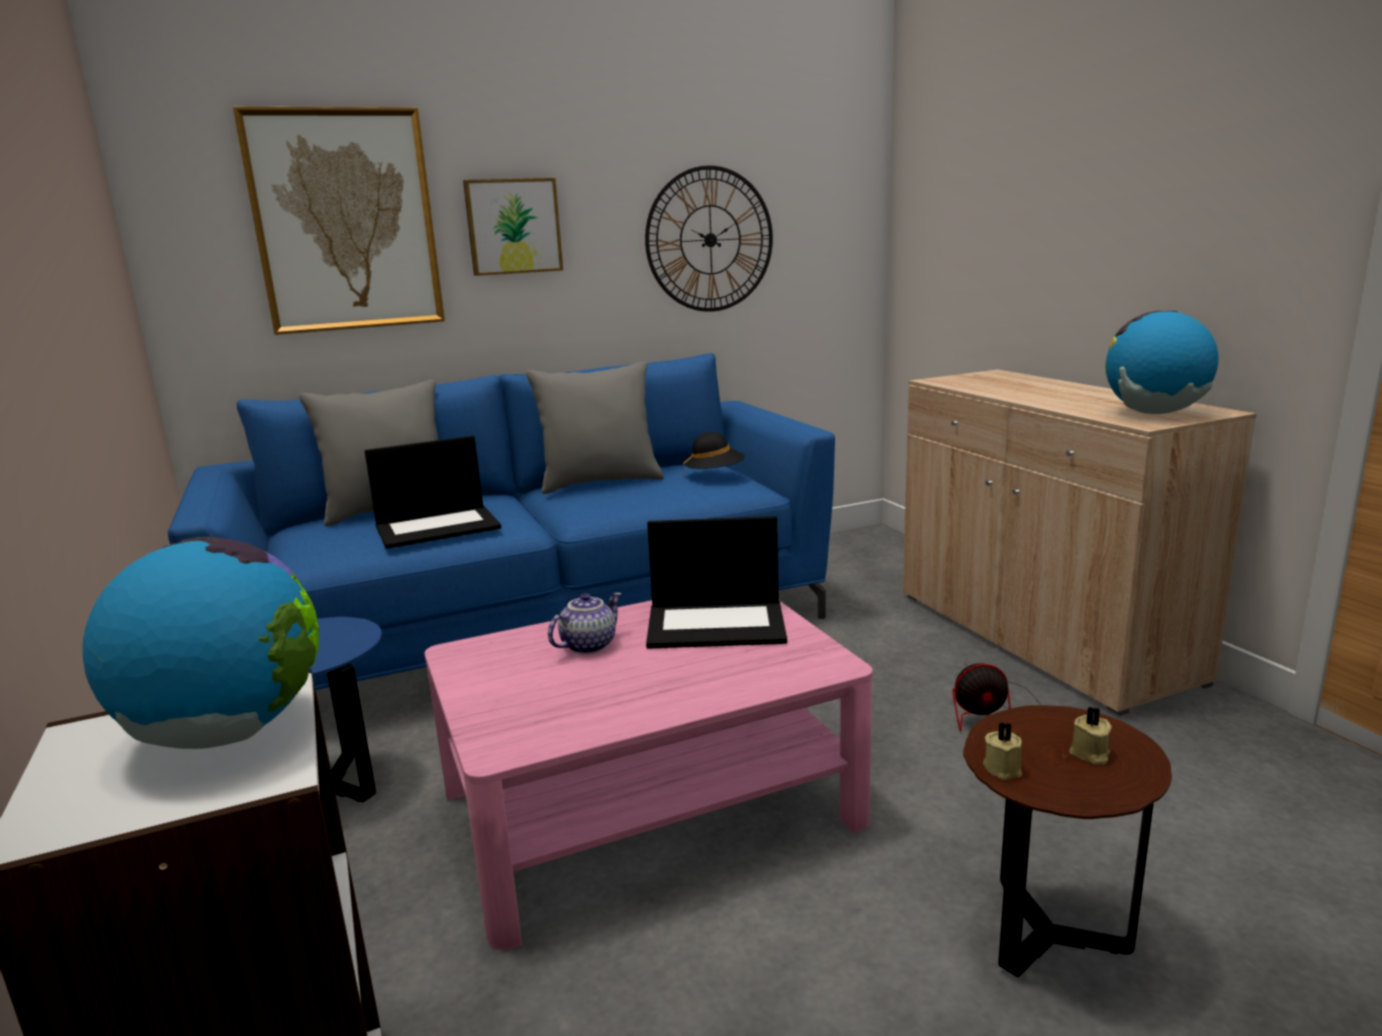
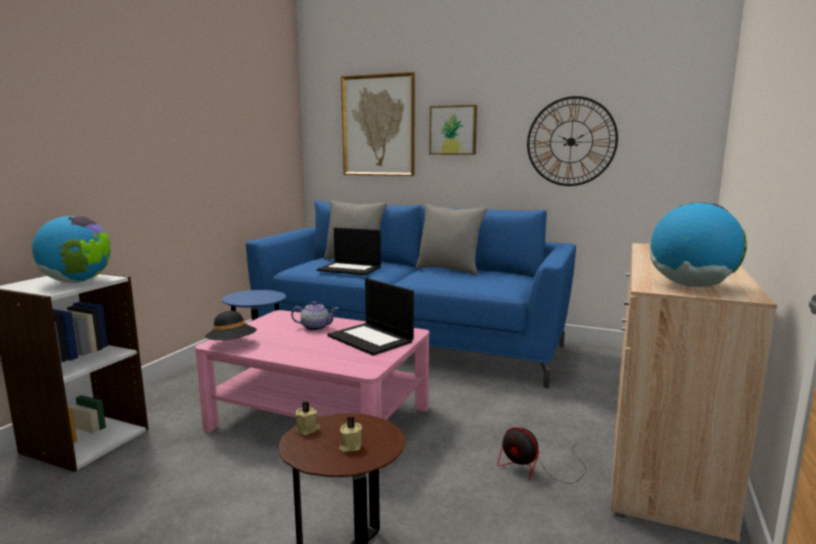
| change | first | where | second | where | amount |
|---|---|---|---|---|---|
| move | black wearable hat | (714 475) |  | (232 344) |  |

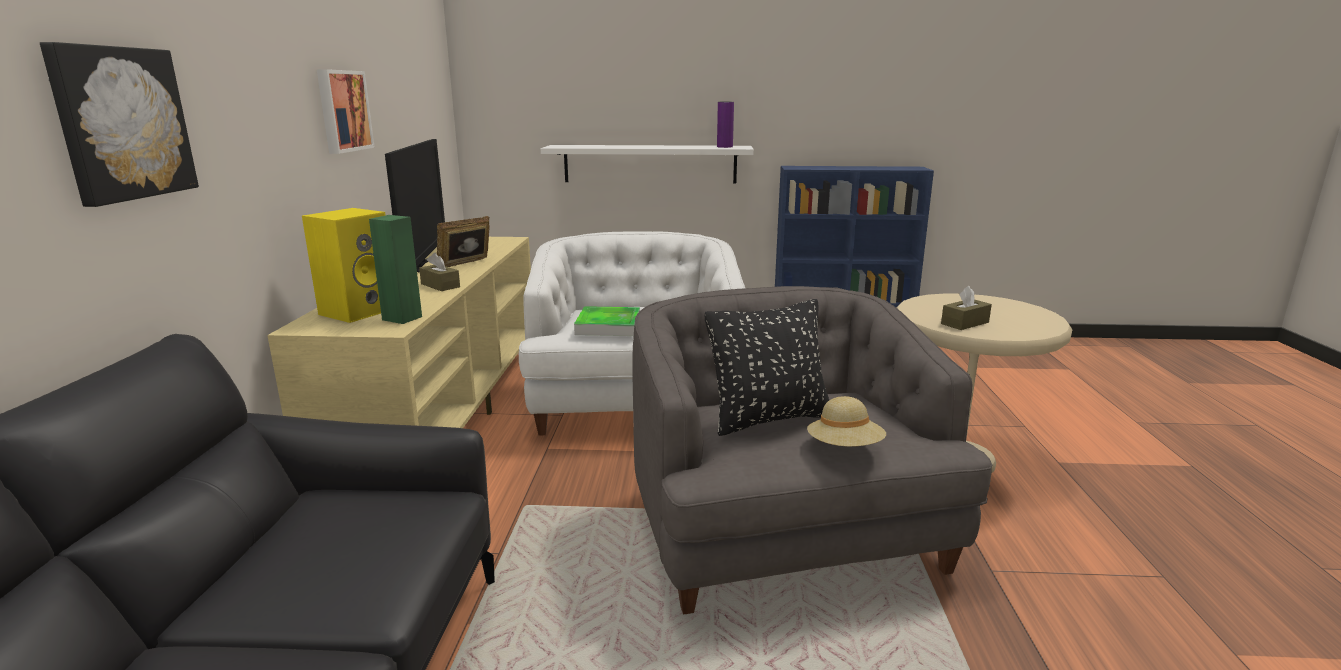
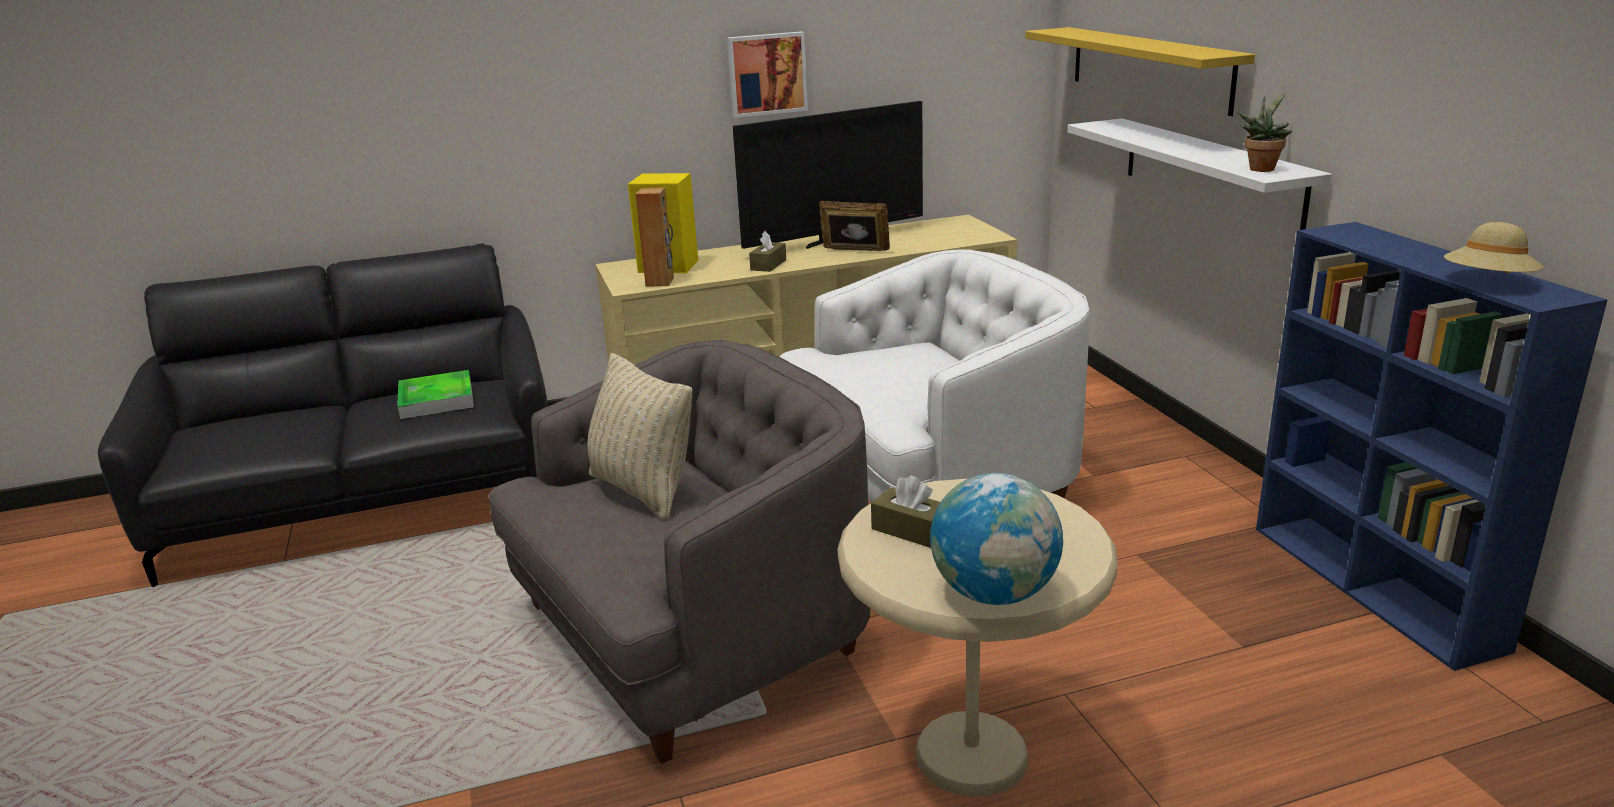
| change | first | where | second | where | amount |
|---|---|---|---|---|---|
| delete | wall art | (121 123) |  |  |  |
| replace | purplish decorative vase | (724 147) | potted plant | (1261 168) |  |
| recolor | greenish loudspeaker | (402 318) | brown loudspeaker | (660 282) |  |
| recolor | black pillow | (768 419) | beige pillow | (643 490) |  |
| move | serving tray | (608 326) |  | (436 399) |  |
| move | beige wearable hat | (844 448) |  | (1488 282) |  |
| insert |  |  | yellowish wall shelf | (1148 68) |  |
| insert |  |  | globe | (994 593) |  |

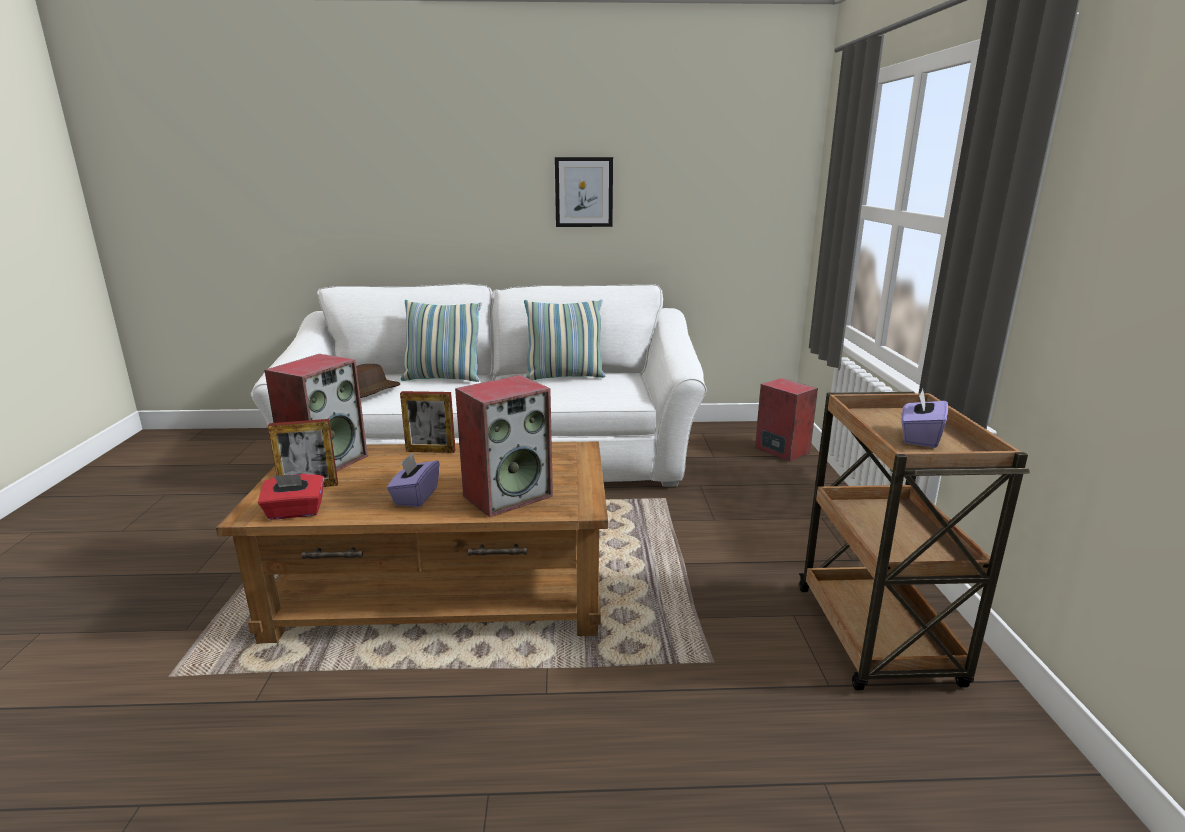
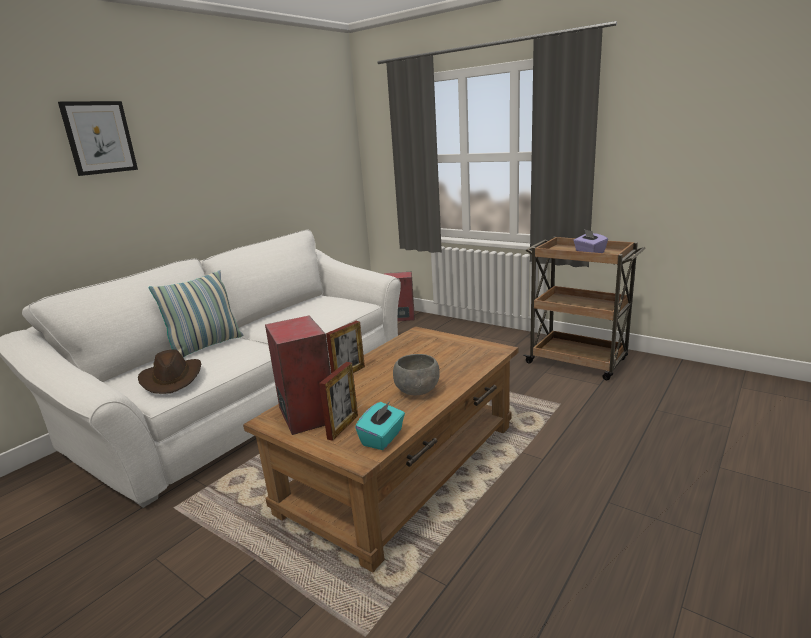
| change | first | where | second | where | amount |
|---|---|---|---|---|---|
| move | wall art | (584 192) |  | (99 137) |  |
| delete | pillow | (564 377) |  |  |  |
| delete | loudspeaker | (508 495) |  |  |  |
| replace | purplish box of tissues | (415 496) | greyish deep dish | (417 391) |  |
| recolor | reddish box of tissues | (295 512) | turquoise box of tissues | (382 438) |  |

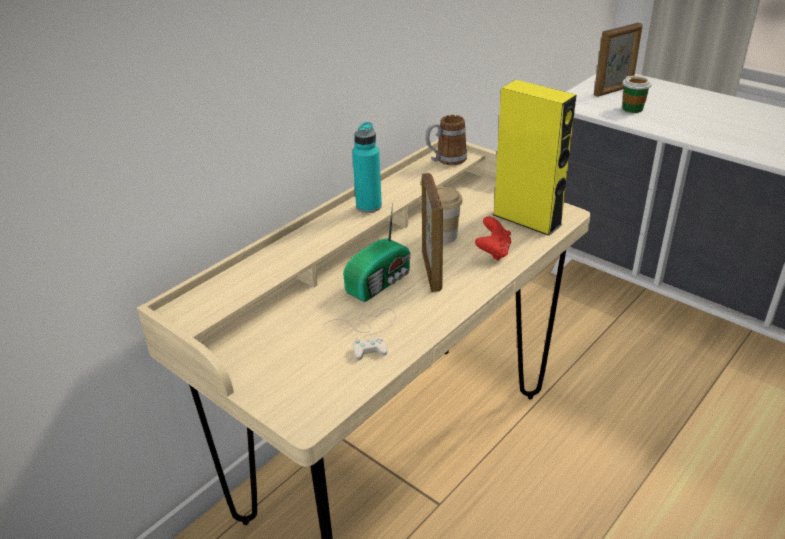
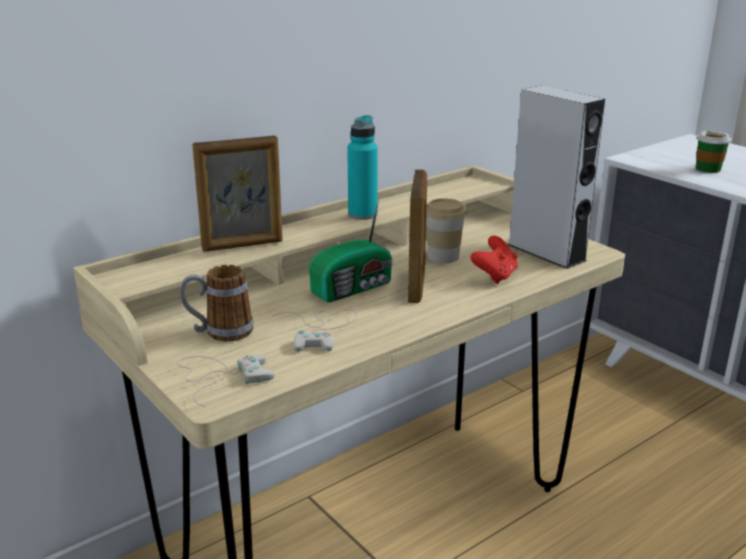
| change | first | where | second | where | amount |
|---|---|---|---|---|---|
| move | standing frame | (613 91) |  | (243 245) |  |
| recolor | yellowish loudspeaker | (527 219) | greyish loudspeaker | (546 252) |  |
| move | tea mug | (446 160) |  | (219 332) |  |
| insert |  |  | whitish joypad | (220 376) |  |

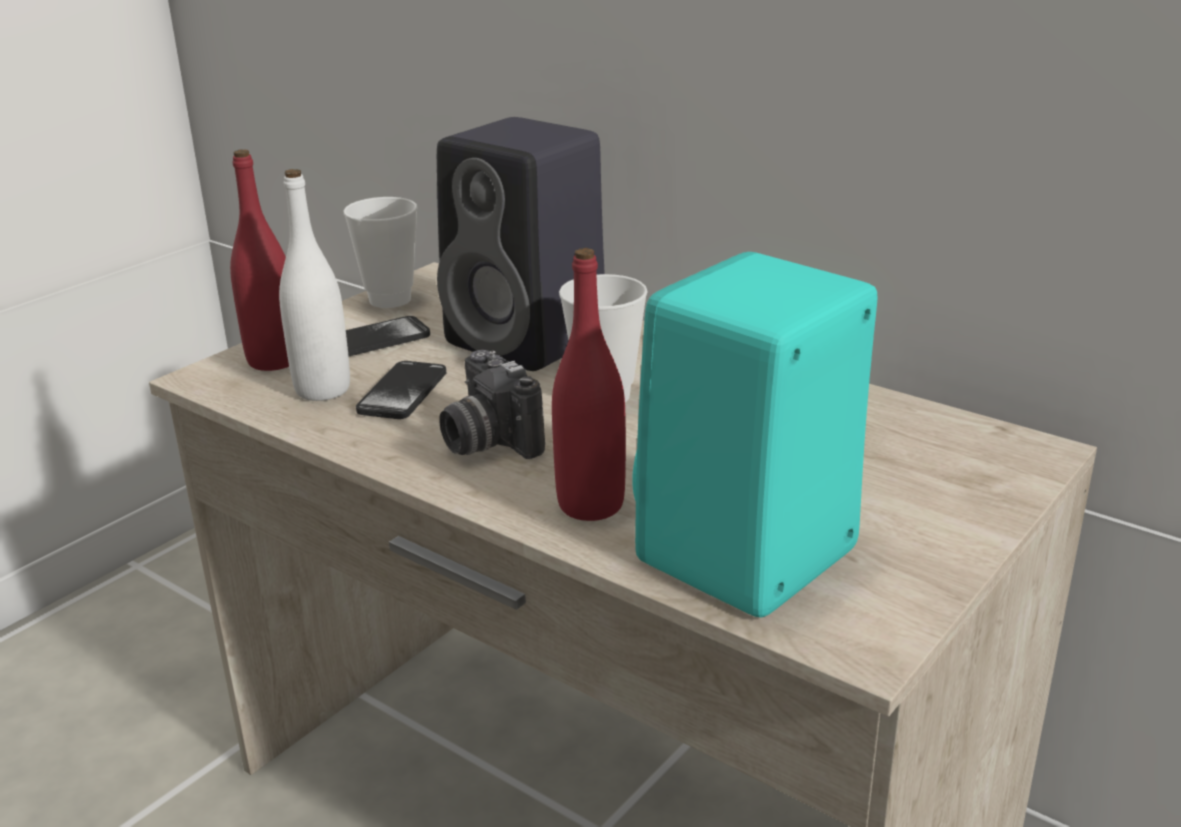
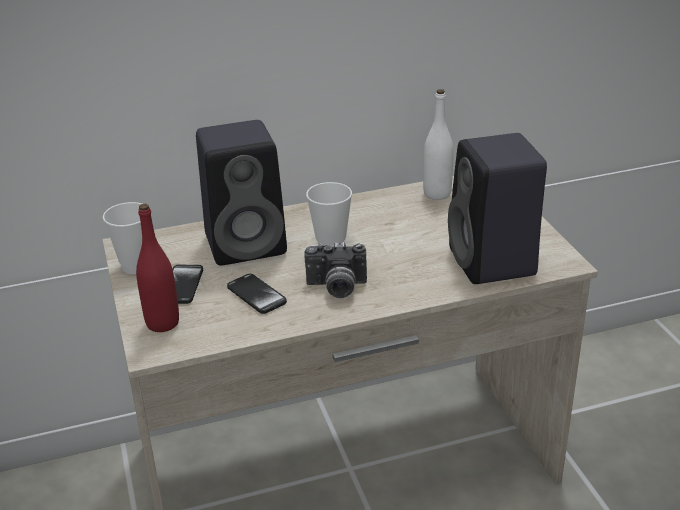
| change | first | where | second | where | amount |
|---|---|---|---|---|---|
| move | whitish drink bottle | (322 390) |  | (437 194) |  |
| delete | reddish drink bottle | (590 505) |  |  |  |
| recolor | turquoise loudspeaker | (744 559) | black loudspeaker | (494 263) |  |

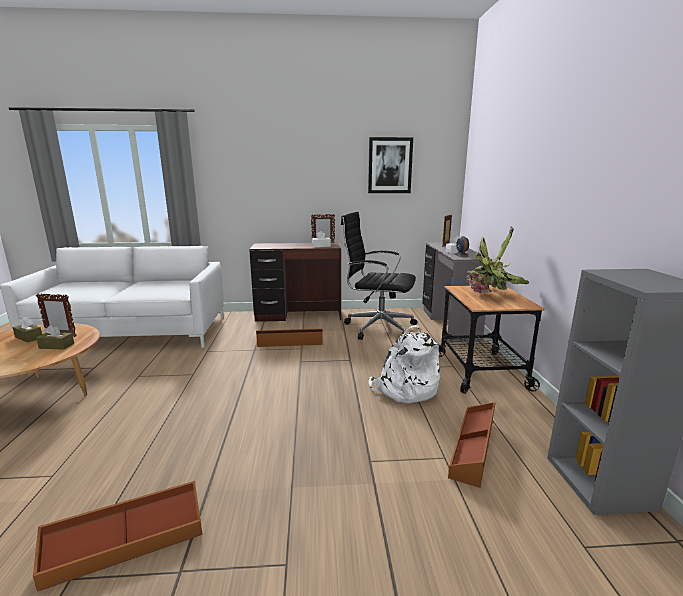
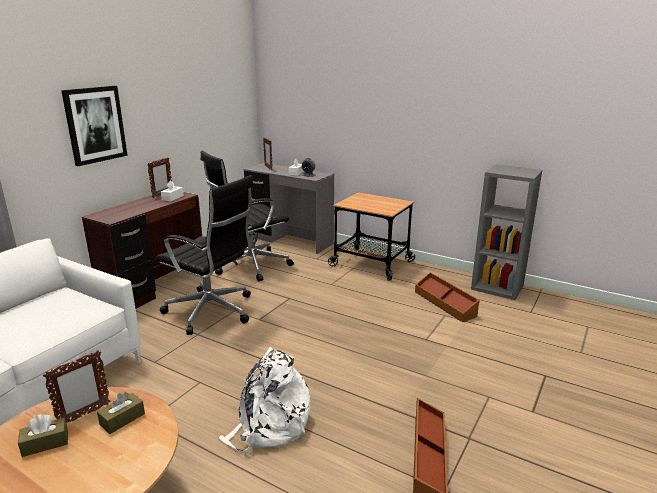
| change | first | where | second | where | amount |
|---|---|---|---|---|---|
| move | wall art | (390 165) |  | (95 125) |  |
| delete | potted plant | (491 295) |  |  |  |
| move | whitish rucksack | (404 389) |  | (269 426) |  |
| replace | brown storage container | (290 342) | black desk chair | (212 312) |  |

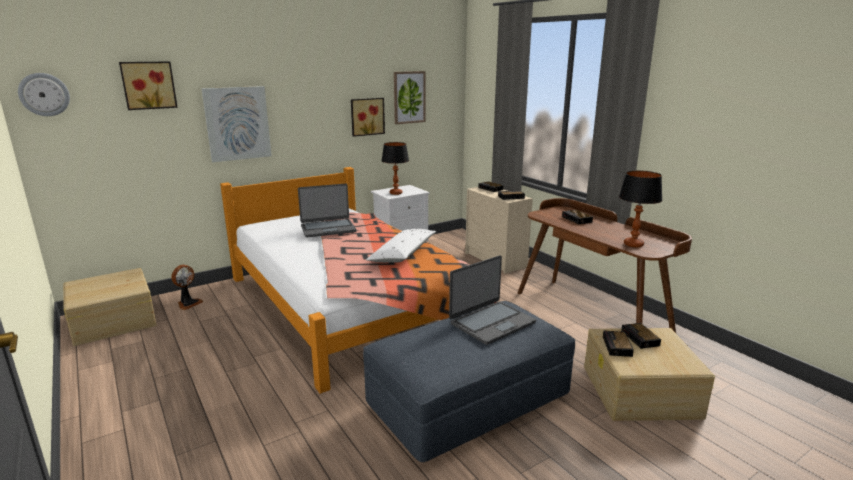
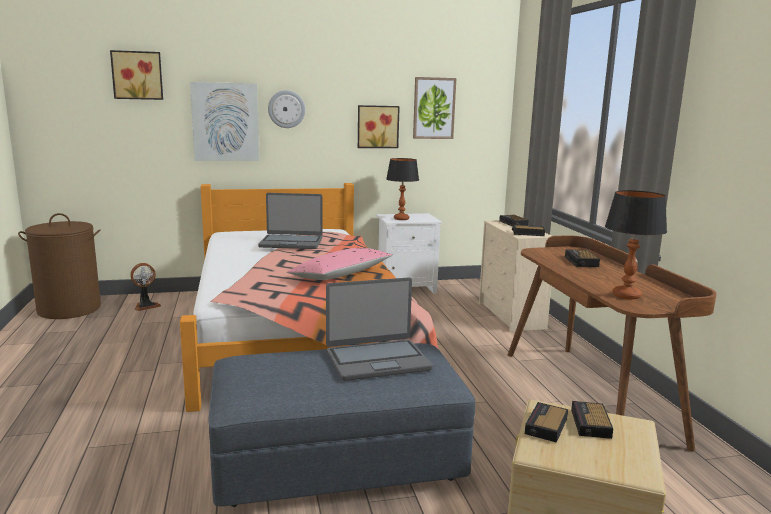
| change | first | where | second | where | amount |
|---|---|---|---|---|---|
| move | wall clock | (44 94) |  | (286 109) |  |
| recolor | whitish pillow | (403 254) | pink-coloured pillow | (341 275) |  |
| replace | beige storage container | (112 321) | brown washing basket | (69 309) |  |

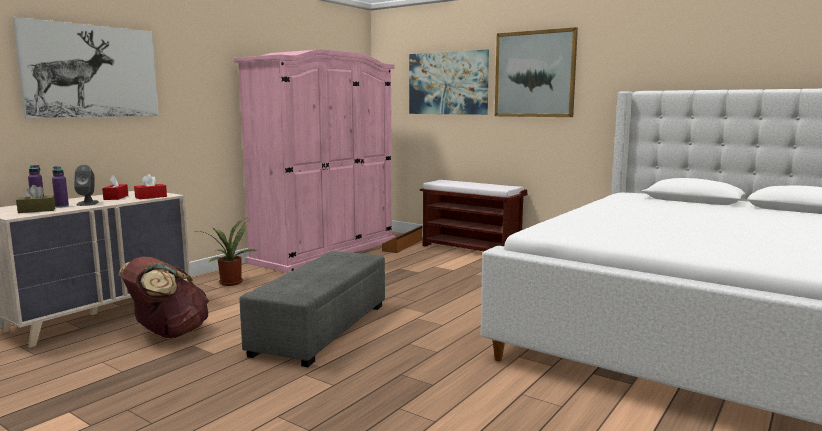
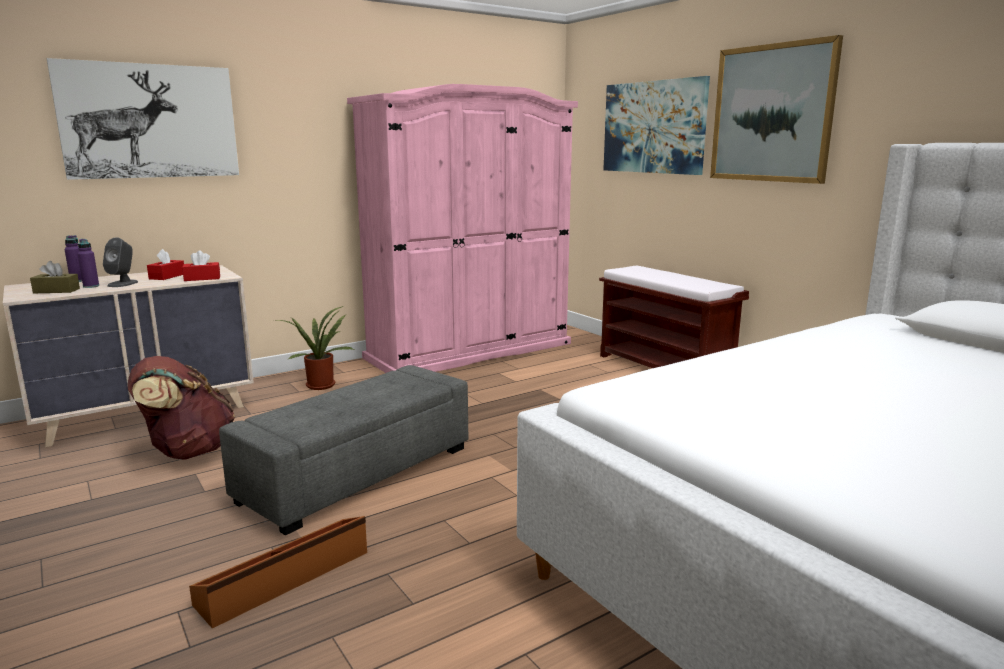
| change | first | where | second | where | amount |
|---|---|---|---|---|---|
| move | brown storage container | (403 245) |  | (286 578) |  |

